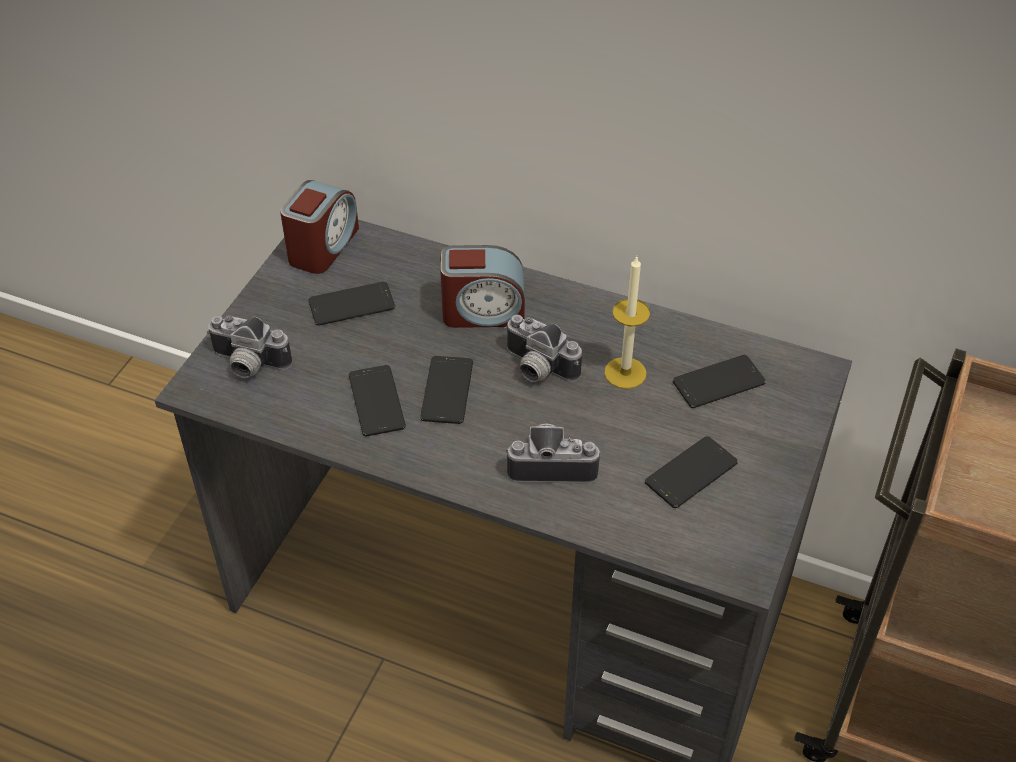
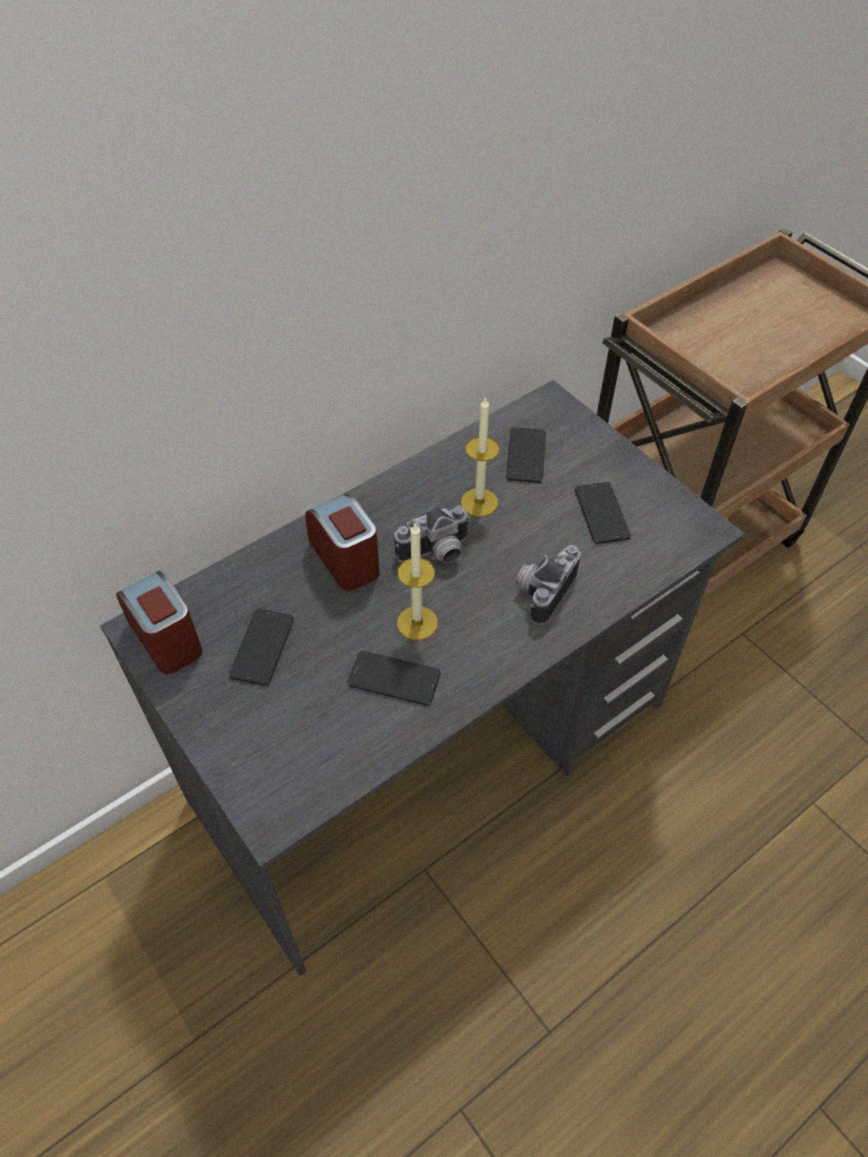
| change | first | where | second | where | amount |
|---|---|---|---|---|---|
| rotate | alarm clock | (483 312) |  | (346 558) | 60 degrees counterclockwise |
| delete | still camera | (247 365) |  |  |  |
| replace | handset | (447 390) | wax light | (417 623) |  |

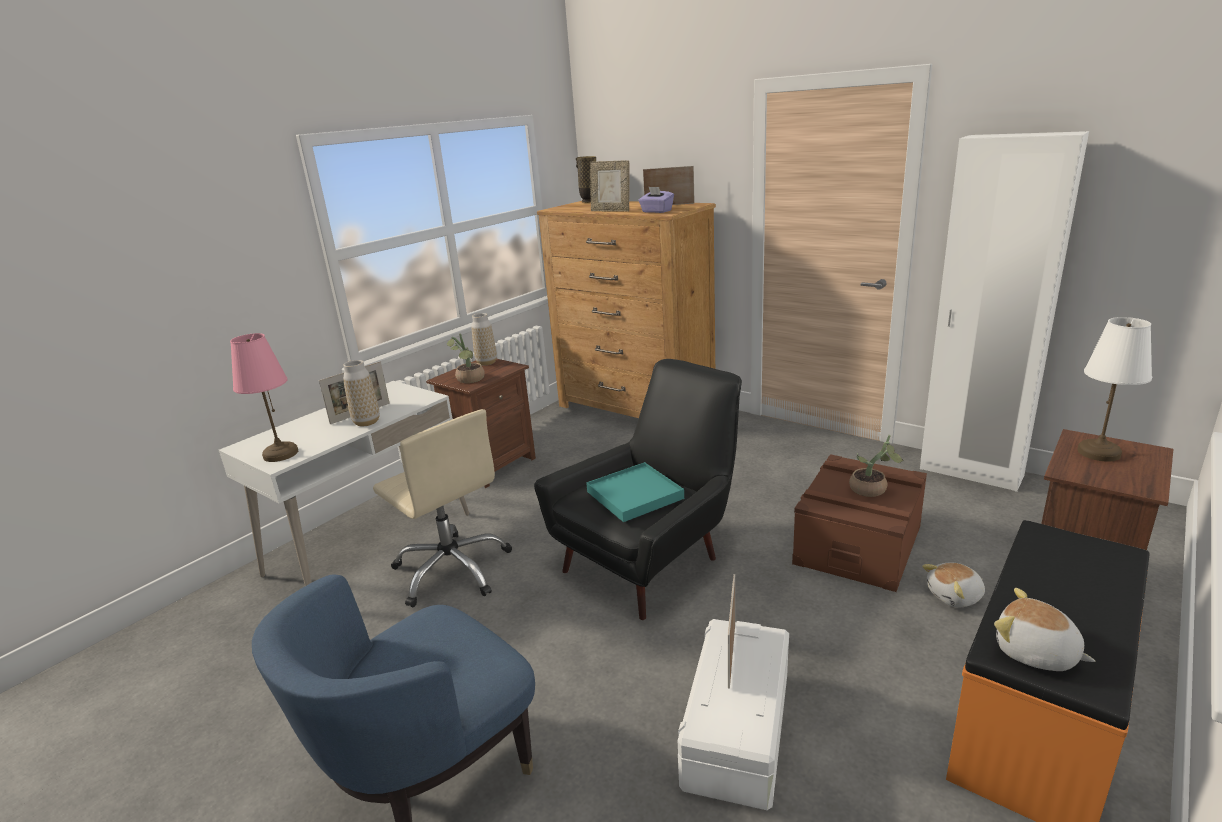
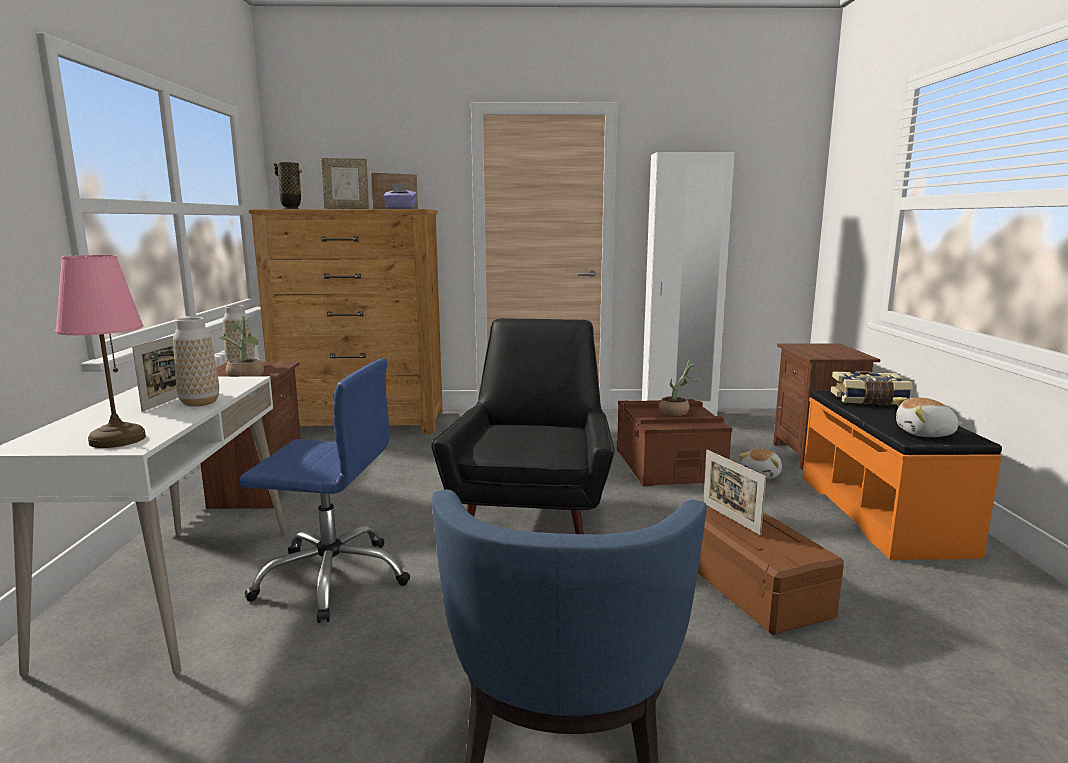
| change | first | where | second | where | amount |
|---|---|---|---|---|---|
| delete | whitish lamp for a table | (1099 453) |  |  |  |
| recolor | beige desk chair | (452 569) | blue-coloured desk chair | (332 578) |  |
| delete | turquoise serving tray | (634 495) |  |  |  |
| recolor | whitish storage container | (739 730) | brown storage container | (752 586) |  |
| insert |  |  | bound book | (869 400) |  |

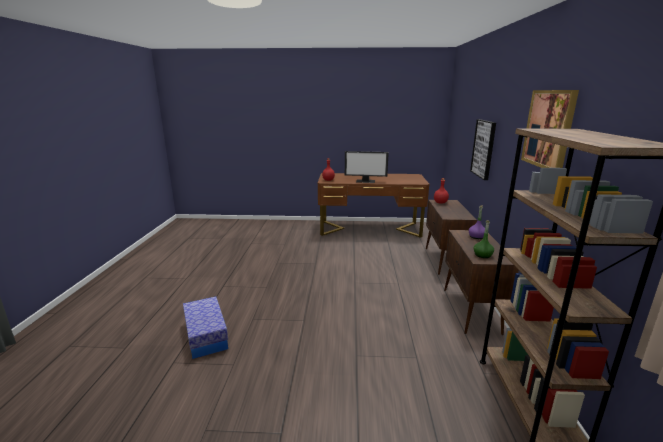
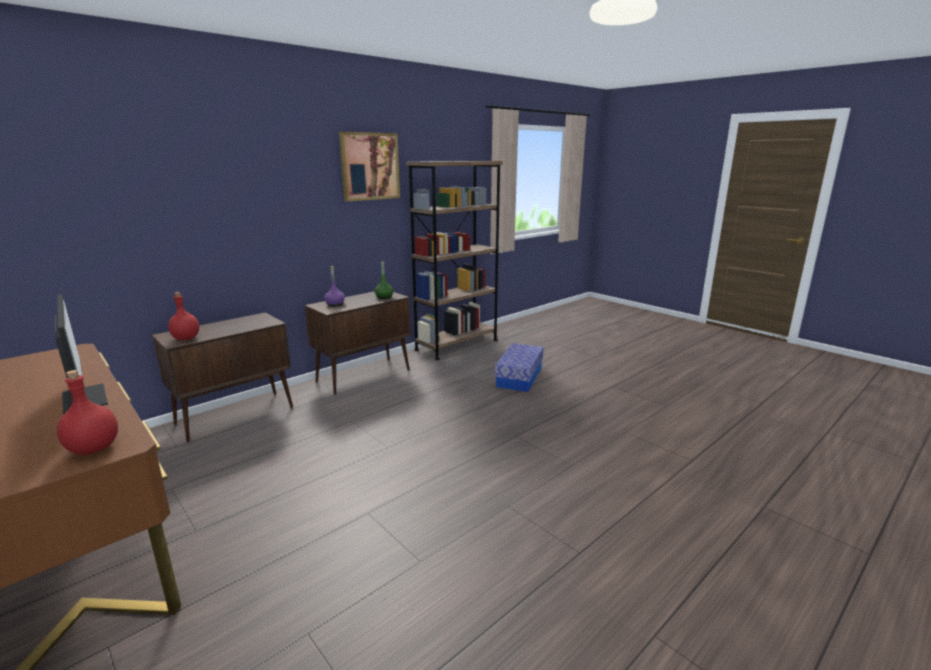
| change | first | where | second | where | amount |
|---|---|---|---|---|---|
| delete | wall art | (484 148) |  |  |  |
| move | storage container | (206 335) |  | (519 377) |  |

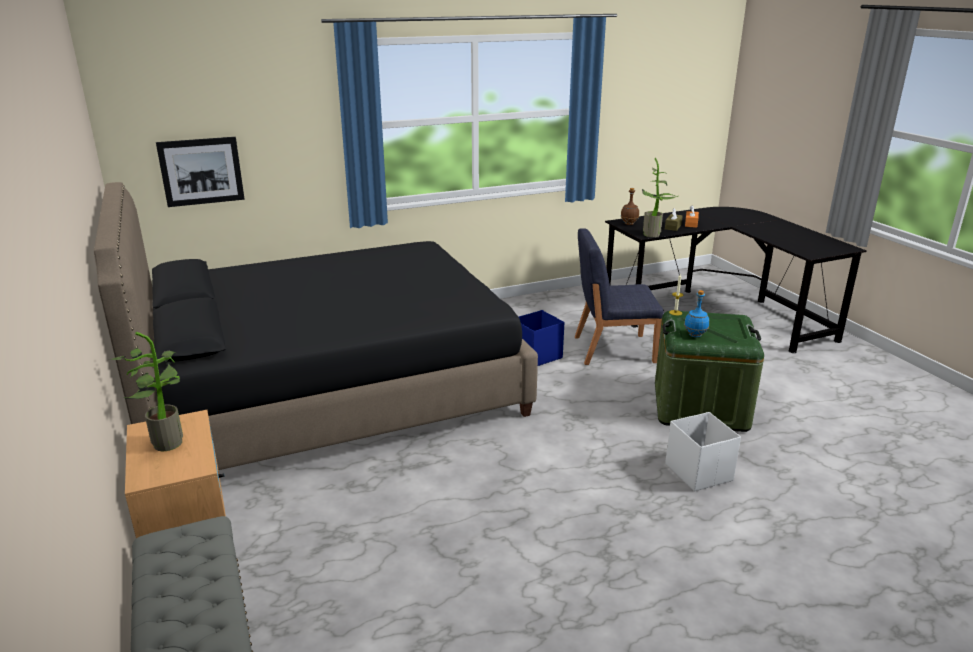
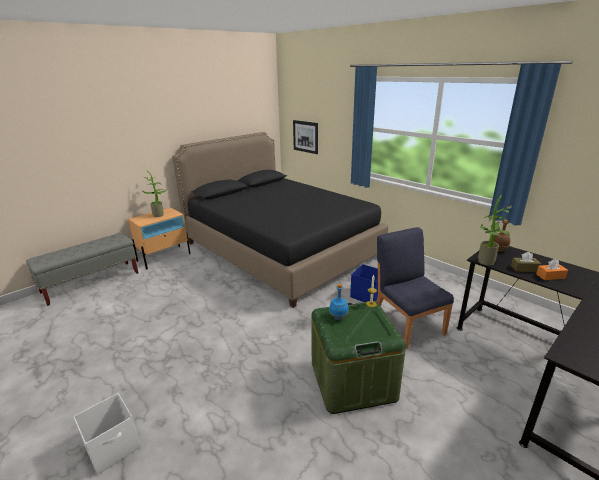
| change | first | where | second | where | amount |
|---|---|---|---|---|---|
| move | whitish storage container | (698 472) |  | (114 447) |  |

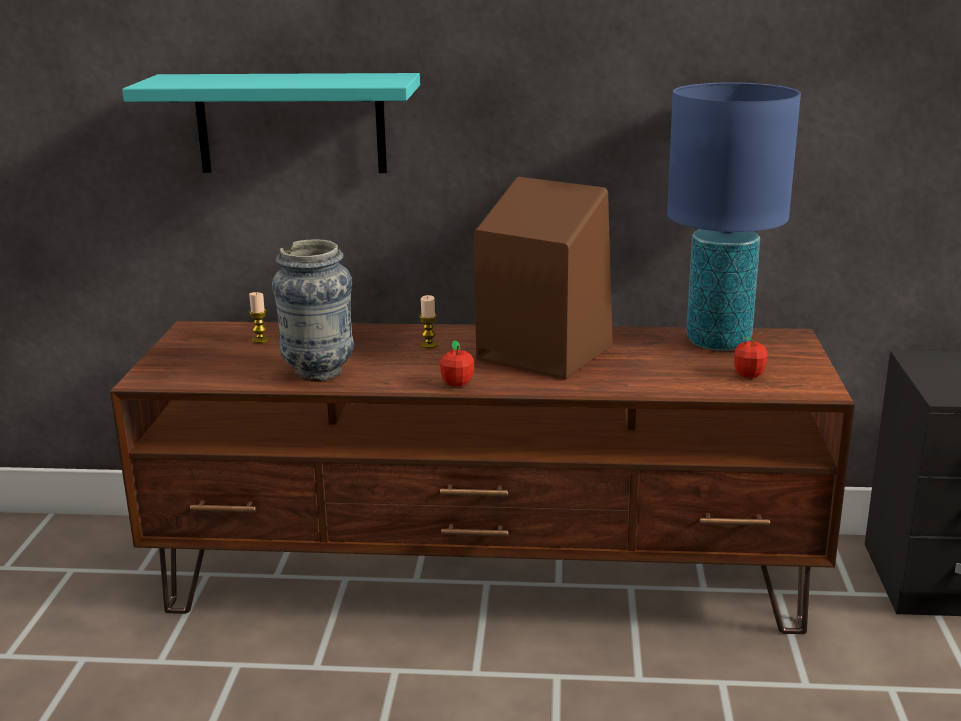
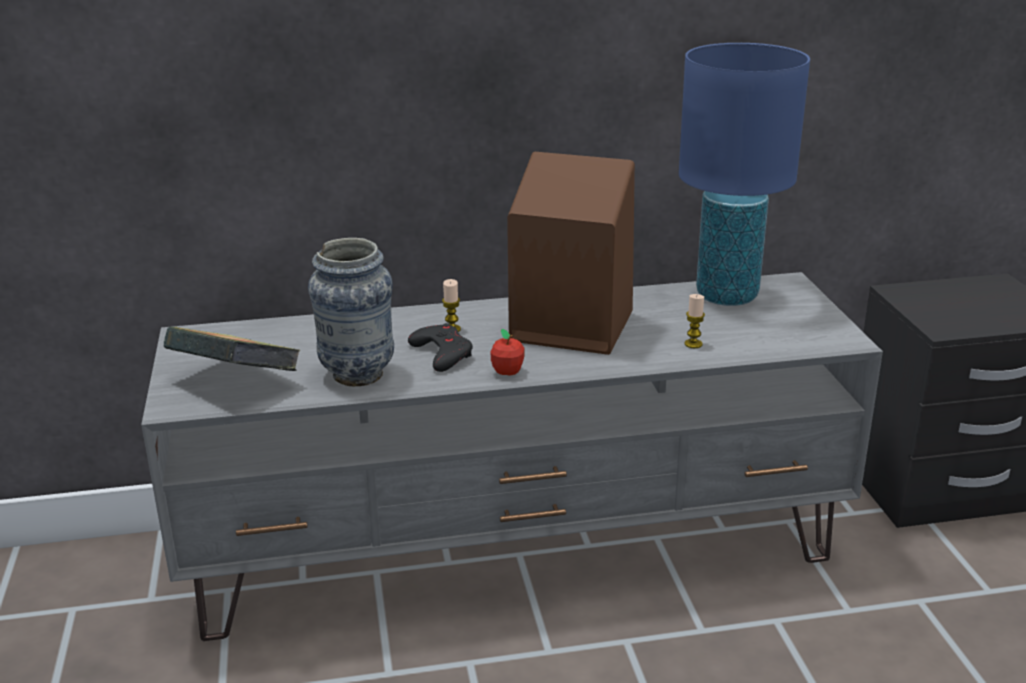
| change | first | where | second | where | amount |
|---|---|---|---|---|---|
| delete | turquoise wall shelf | (291 123) |  |  |  |
| move | wax light | (260 340) |  | (693 344) |  |
| recolor | brown media console | (486 578) | greyish media console | (517 550) |  |
| delete | apple fruit | (749 375) |  |  |  |
| insert |  |  | black joypad | (442 353) |  |
| insert |  |  | bound book | (236 382) |  |

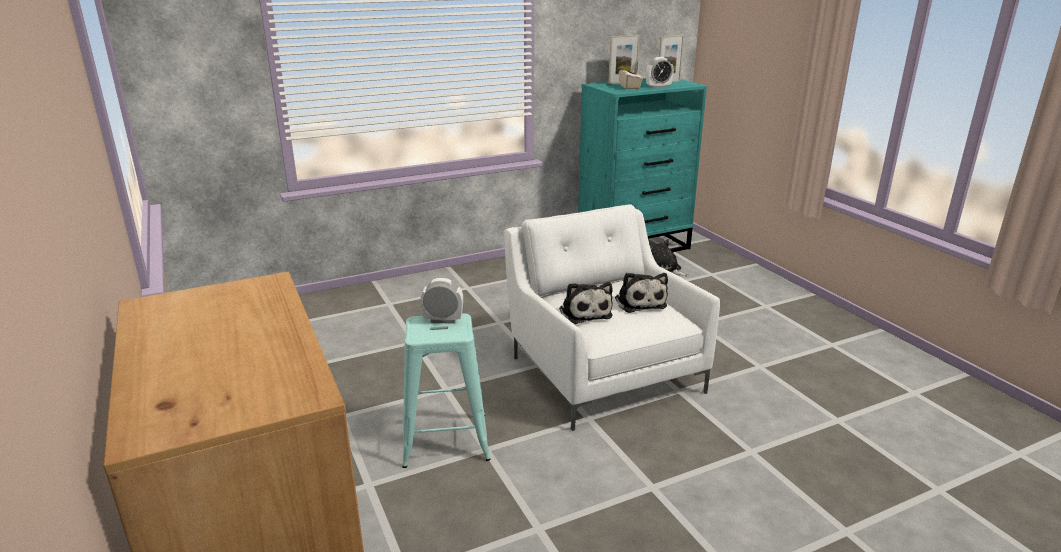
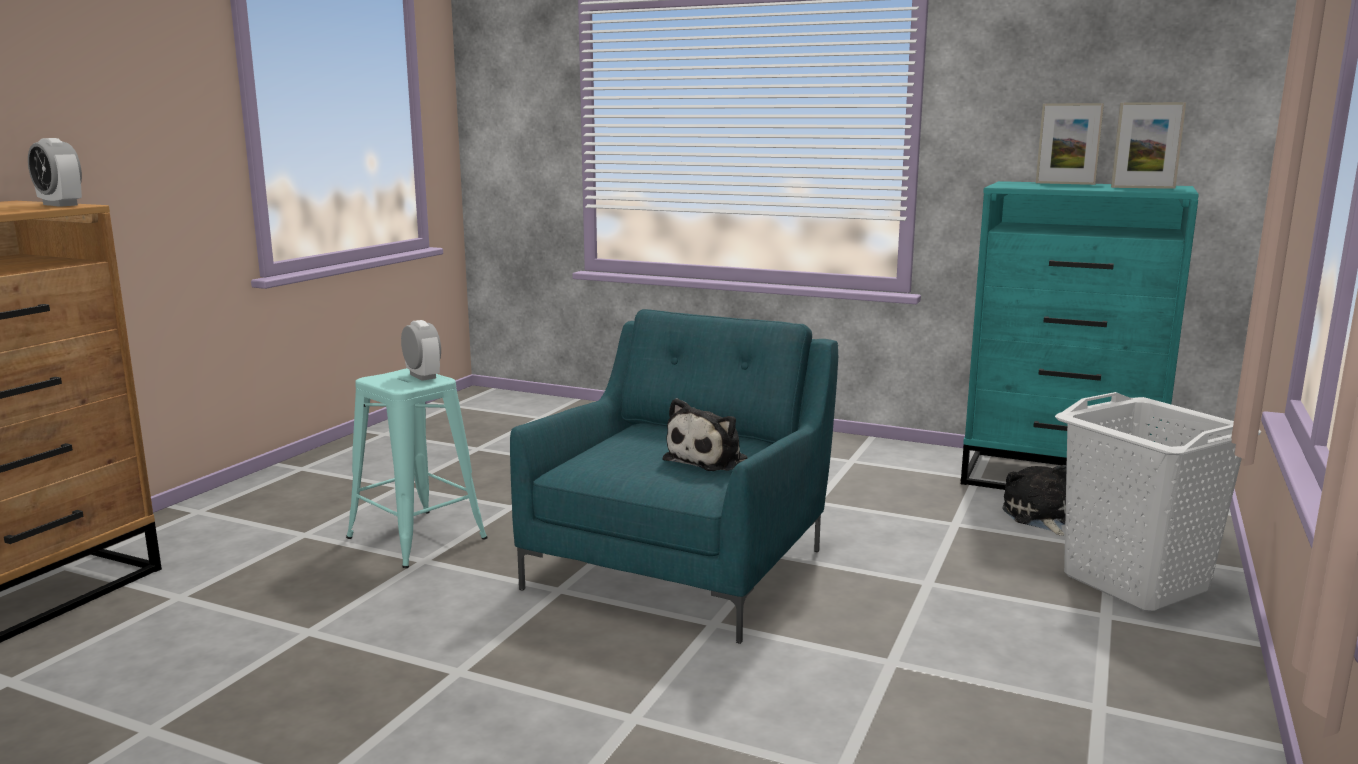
| change | first | where | second | where | amount |
|---|---|---|---|---|---|
| move | alarm clock | (658 87) |  | (60 205) |  |
| delete | beige box of tissues | (630 87) |  |  |  |
| recolor | whitish easy chair | (603 370) | turquoise easy chair | (682 564) |  |
| delete | soft toy | (584 312) |  |  |  |
| insert |  |  | whitish washing basket | (1135 583) |  |

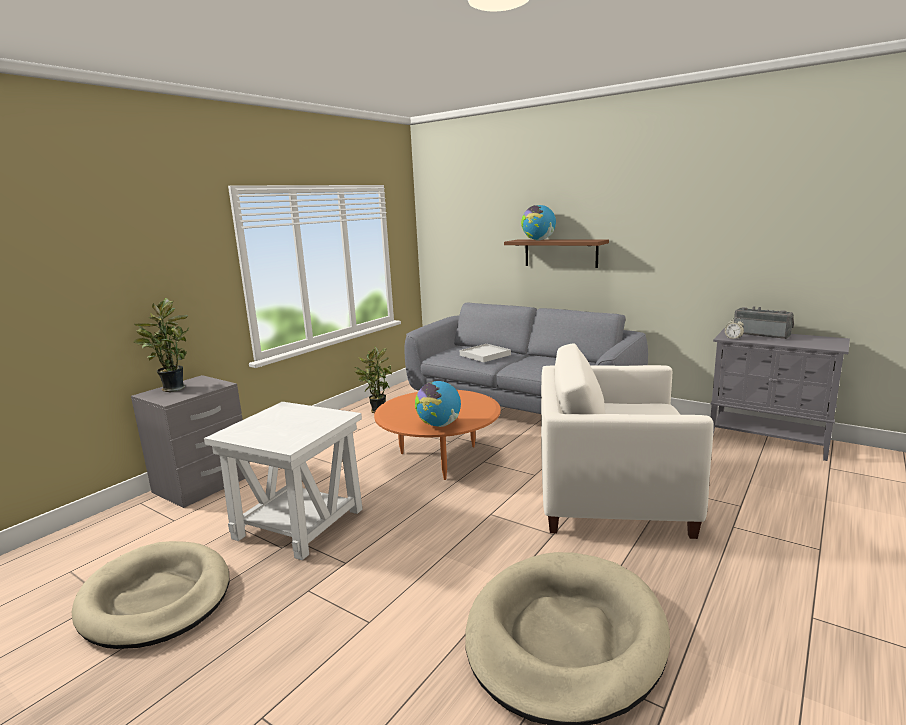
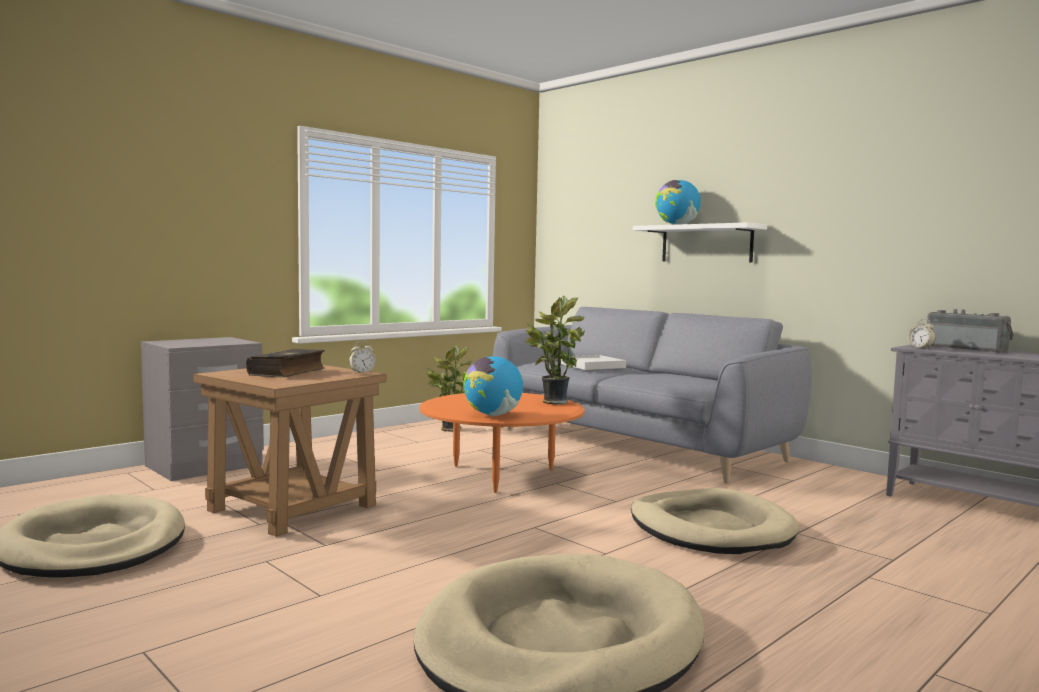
| change | first | where | second | where | amount |
|---|---|---|---|---|---|
| recolor | brown wall shelf | (560 253) | whitish wall shelf | (706 244) |  |
| move | potted plant | (172 388) |  | (552 402) |  |
| replace | whitish easy chair | (612 494) | beige pet bed | (711 529) |  |
| recolor | whitish side table | (299 524) | brown side table | (292 508) |  |
| insert |  |  | alarm clock | (362 373) |  |
| insert |  |  | bound book | (288 372) |  |

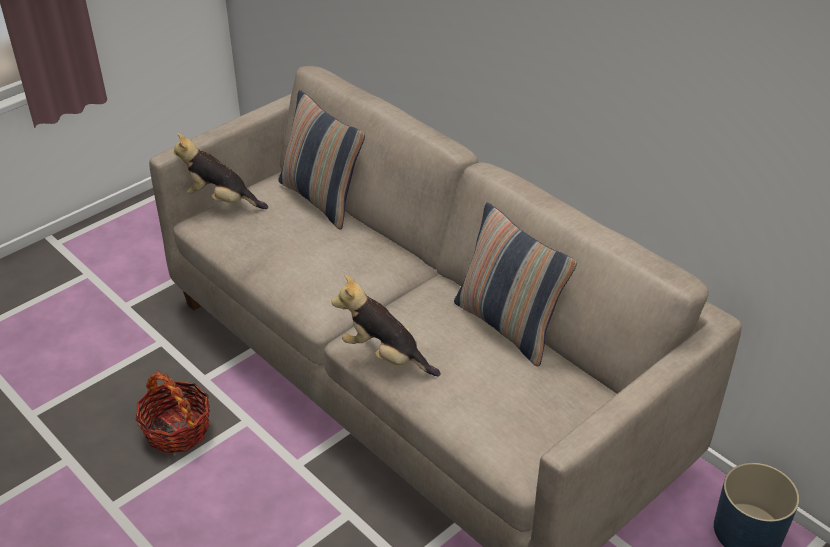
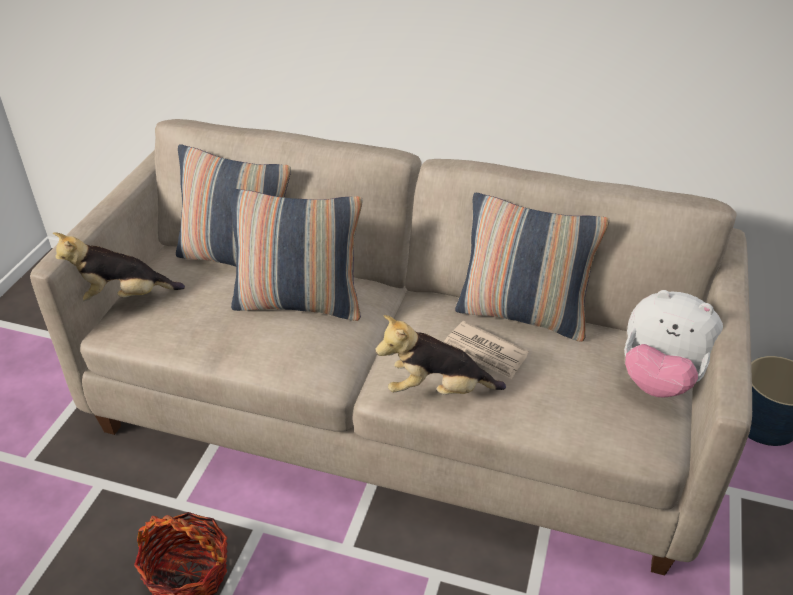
| change | first | where | second | where | amount |
|---|---|---|---|---|---|
| insert |  |  | pillow | (299 303) |  |
| insert |  |  | soft toy | (660 378) |  |
| insert |  |  | newspaper | (485 353) |  |

